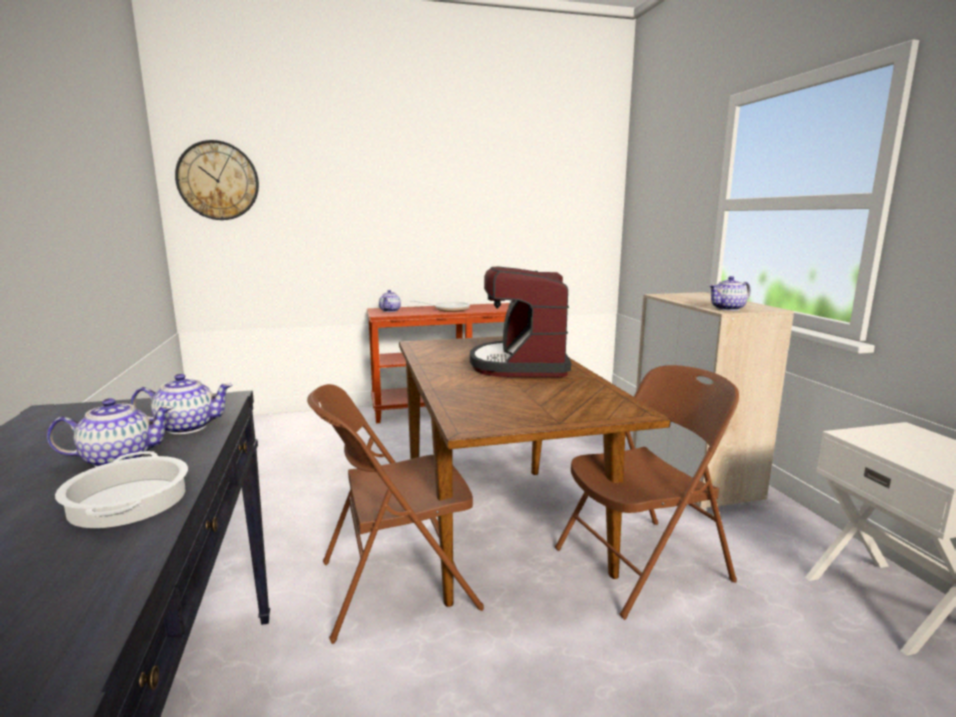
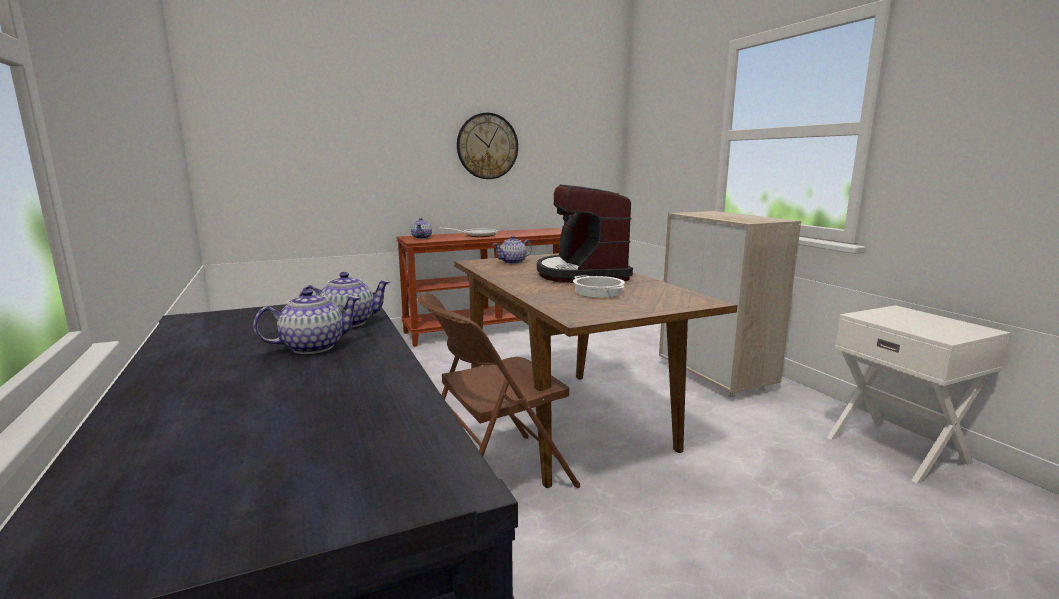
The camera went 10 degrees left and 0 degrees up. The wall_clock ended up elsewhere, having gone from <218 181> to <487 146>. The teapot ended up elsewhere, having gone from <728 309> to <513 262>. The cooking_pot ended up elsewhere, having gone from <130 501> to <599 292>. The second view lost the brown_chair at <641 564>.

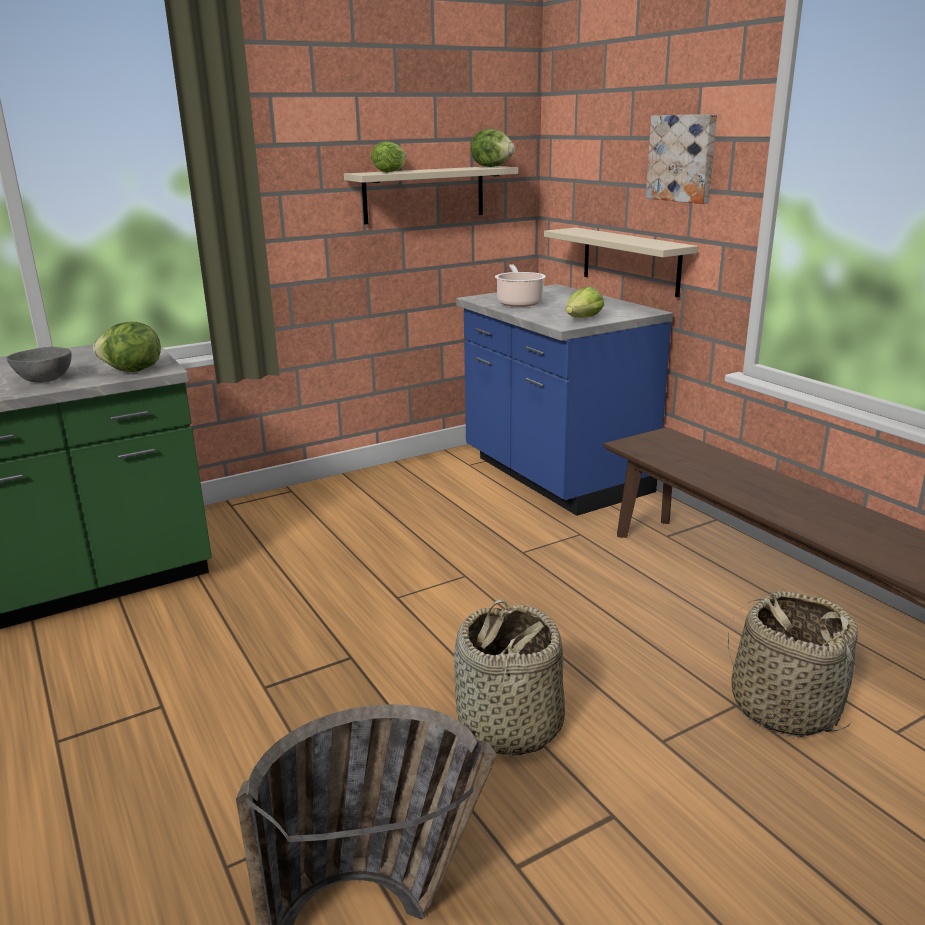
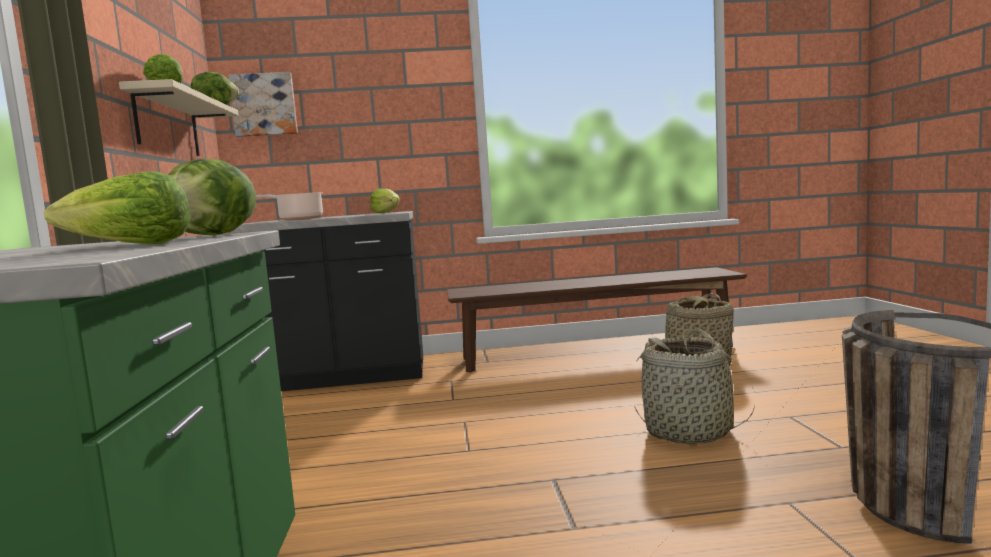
The camera went 65 degrees left and 15 degrees down. Where the grey_bowl stood at <43 380>, the lettuce came to stand at <128 246>. The picture ended up elsewhere, having gone from <683 158> to <264 105>. What was the blue_counter at <554 476> turned into the black_counter at <346 375>. The second view lost the beige_shelf at <630 261>.

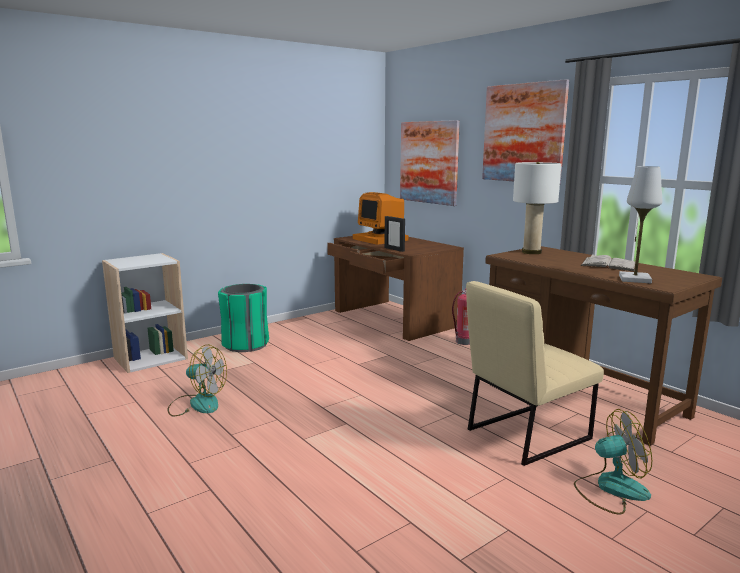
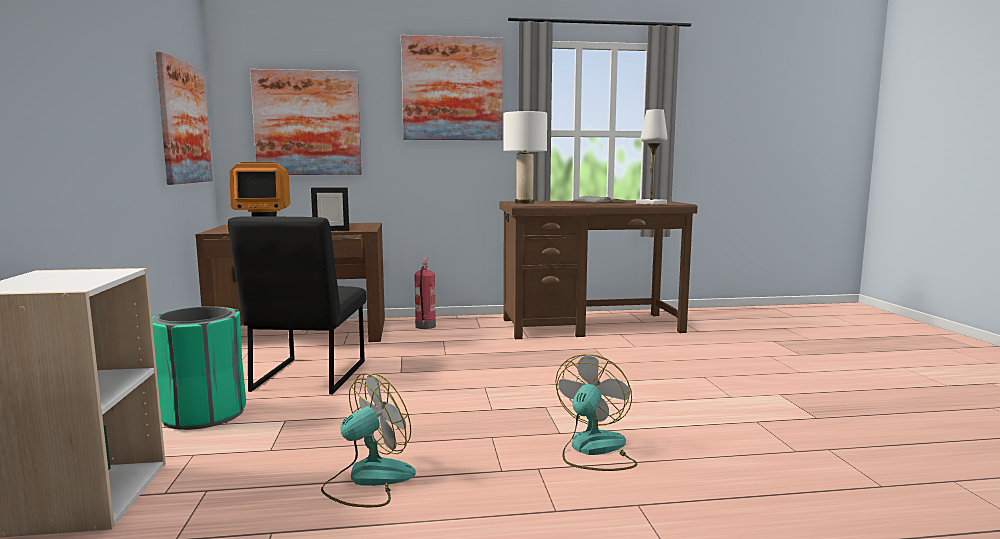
The camera went 60 degrees left and 5 degrees down. The second view gained the picture at <184 123>. The second view gained the black_chair at <307 376>. The fan ended up elsewhere, having gone from <611 489> to <593 450>. The second view lost the beige_chair at <525 434>.

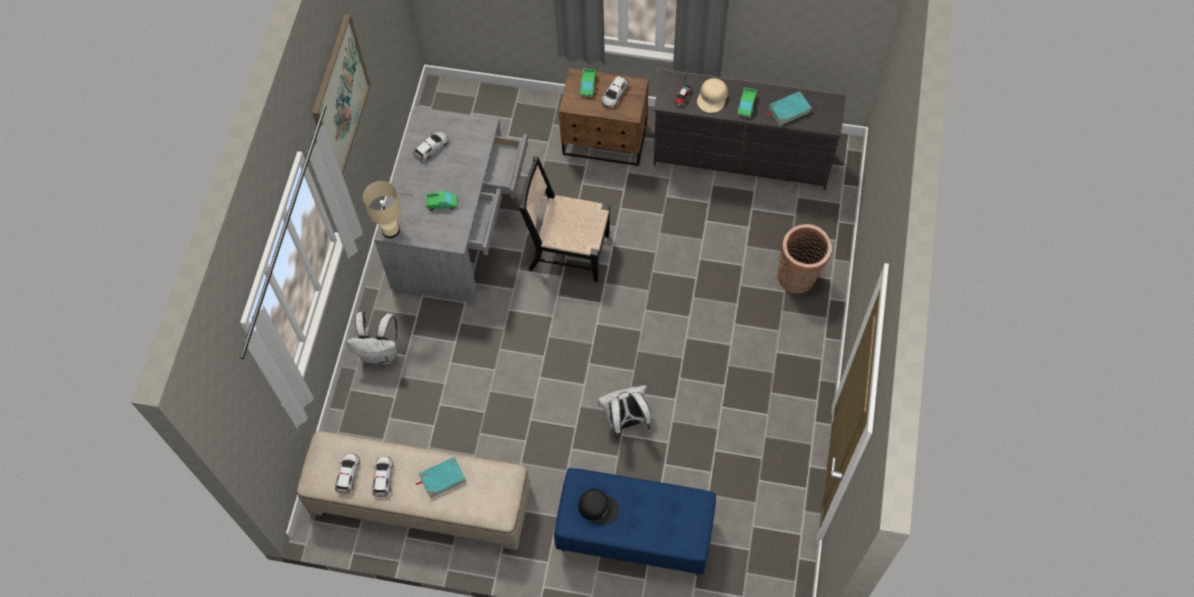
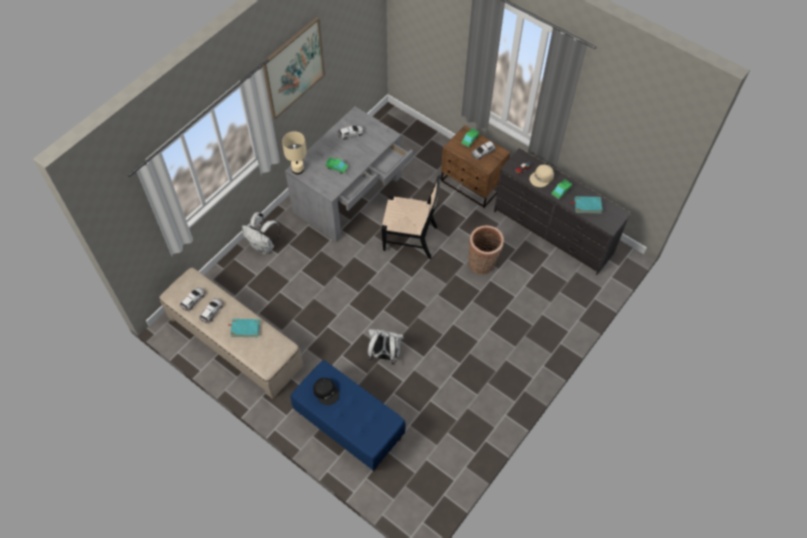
The camera went 25 degrees right and 5 degrees down. The chair at <568 252> ended up facing another way, 150 degrees clockwise from before. The basket ended up elsewhere, having gone from <799 277> to <482 265>.

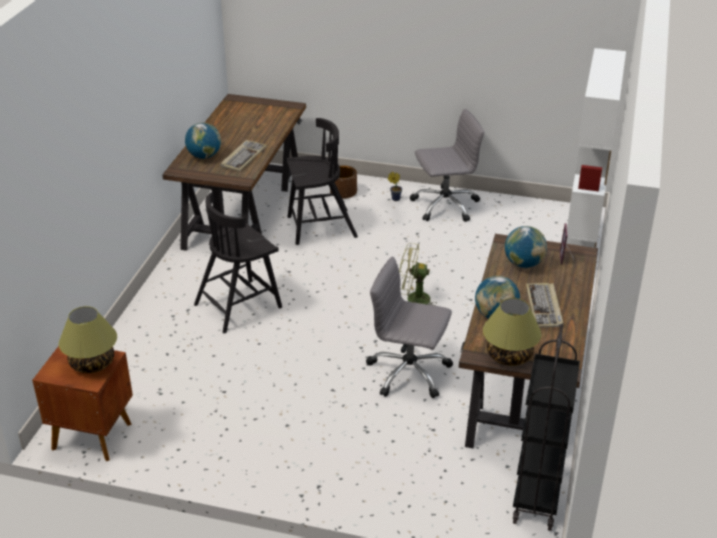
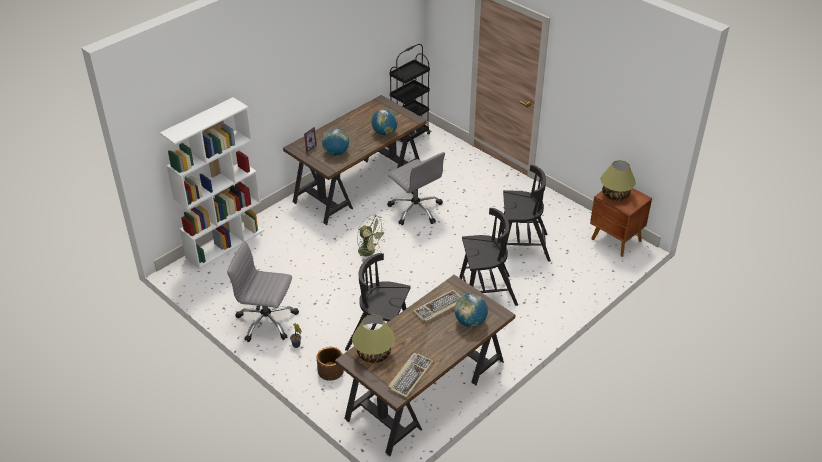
The camera went 150 degrees left and 5 degrees up. The table_lamp ended up elsewhere, having gone from <509 356> to <374 354>. The keyboard ended up elsewhere, having gone from <544 307> to <410 375>. The second view gained the black_chair at <522 246>.

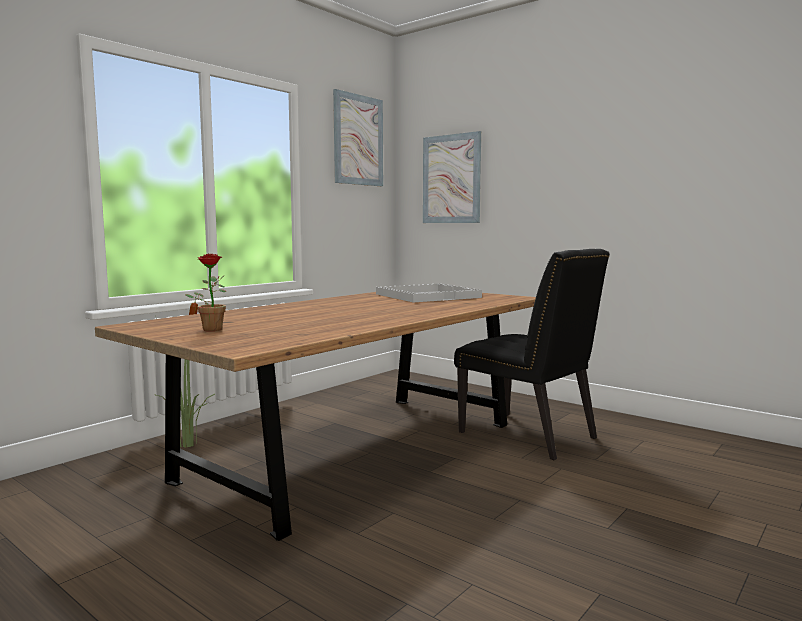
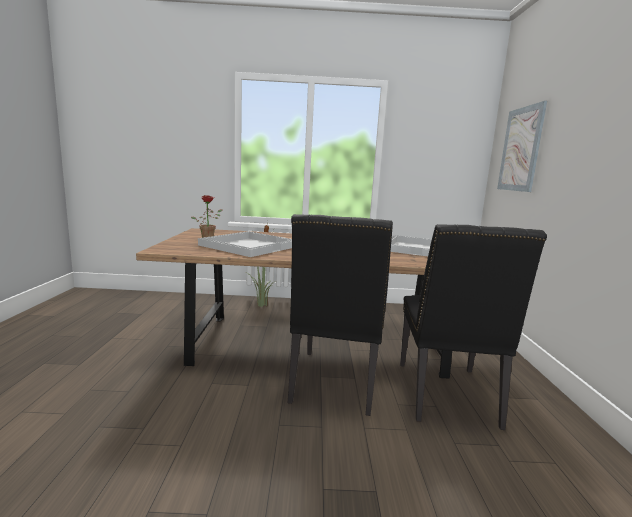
The camera went 50 degrees right and 5 degrees up. The second view gained the white_tray at <249 245>. The second view gained the black_chair at <334 380>. The second view lost the picture at <358 140>.

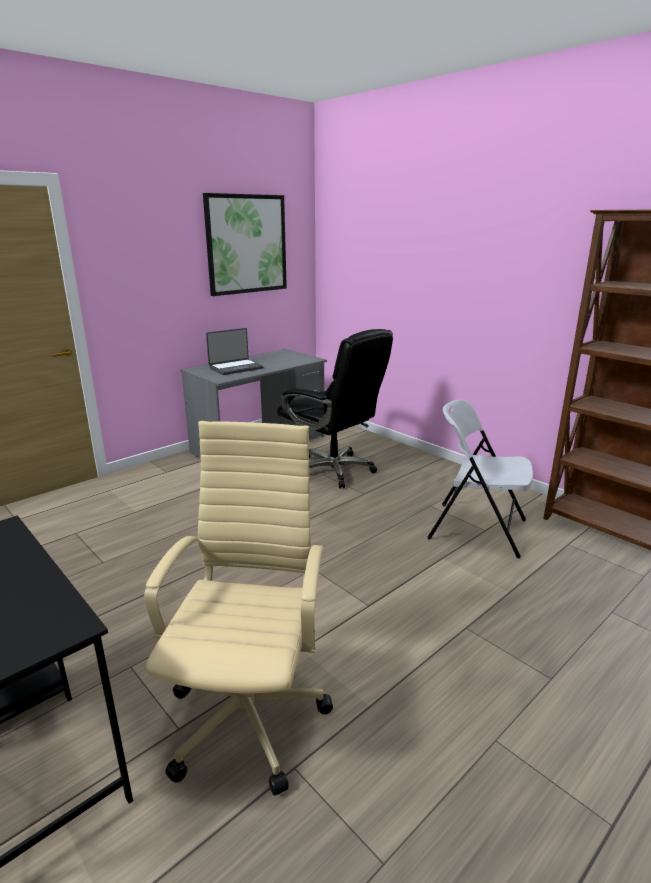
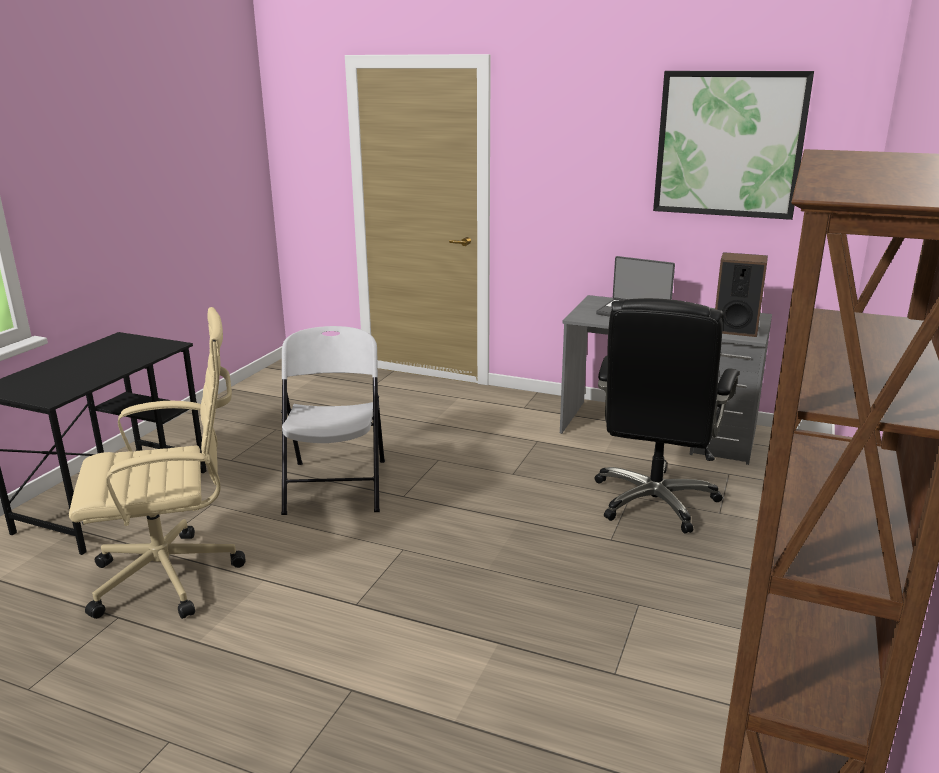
The camera went 65 degrees right and 0 degrees up. The white_chair ended up elsewhere, having gone from <477 529> to <336 486>. The second view gained the speaker at <735 329>.

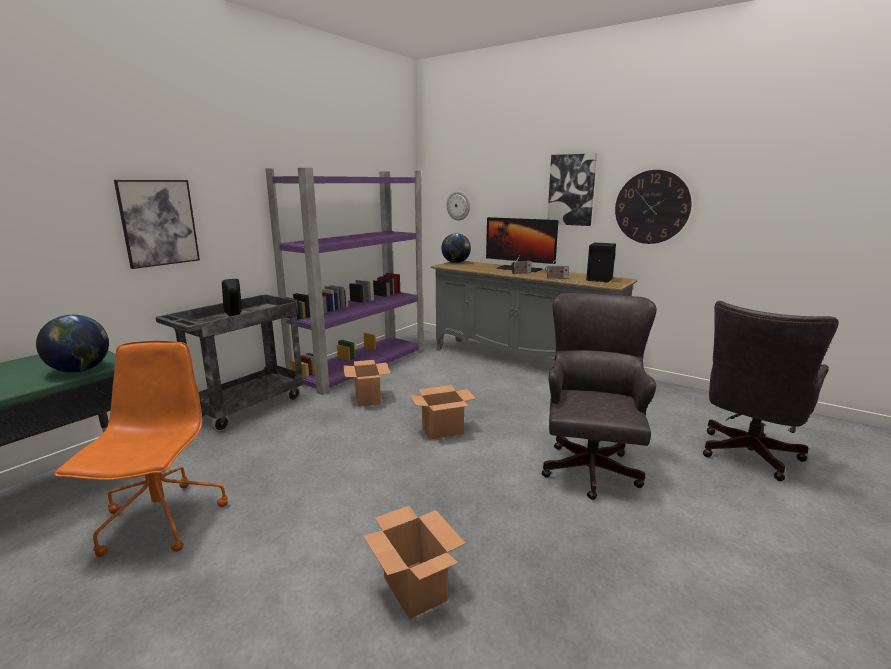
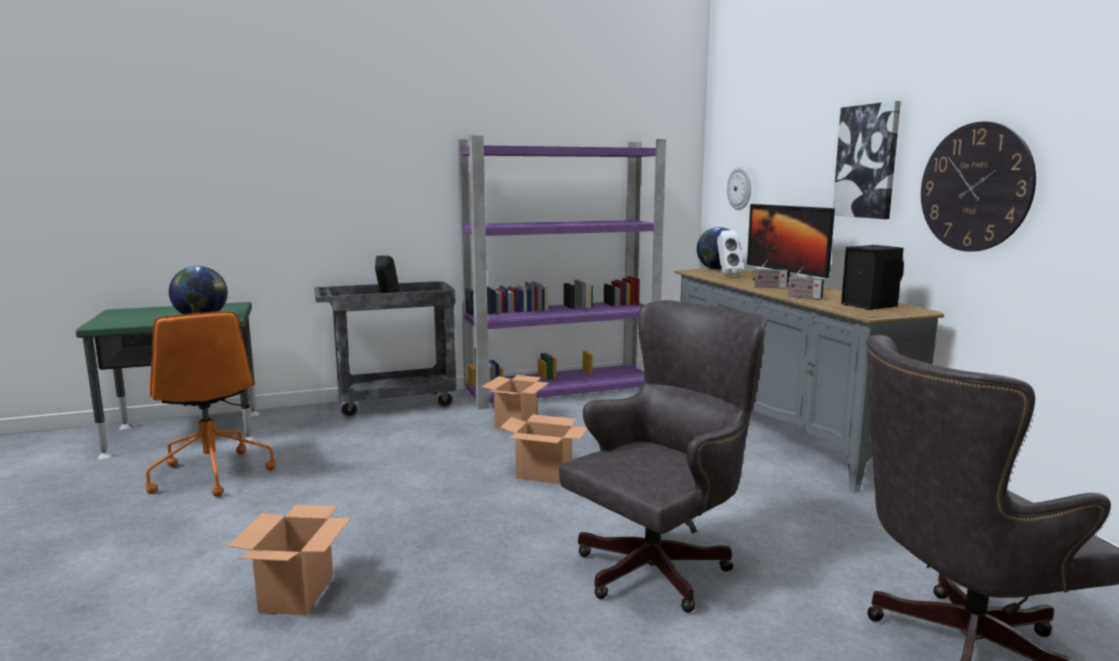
The camera went 35 degrees right and 5 degrees down. The orange_office_chair at <160 524> ended up facing another way, 120 degrees clockwise from before. The second view gained the white_speaker at <726 275>. The second view lost the picture at <159 223>.

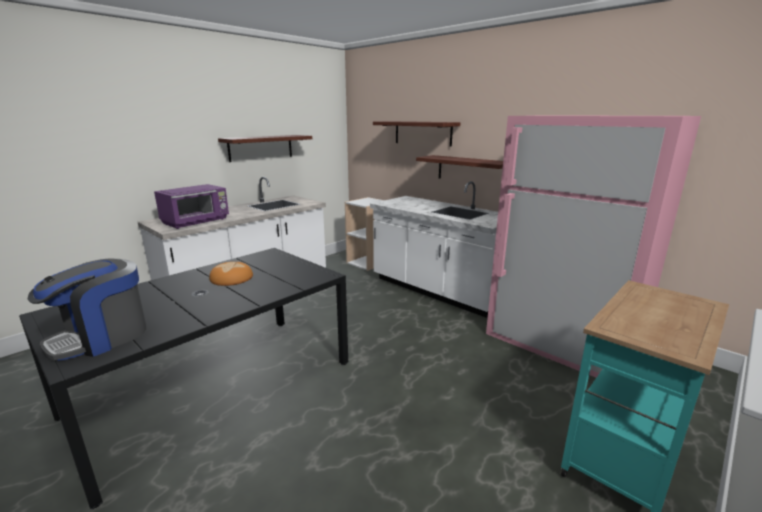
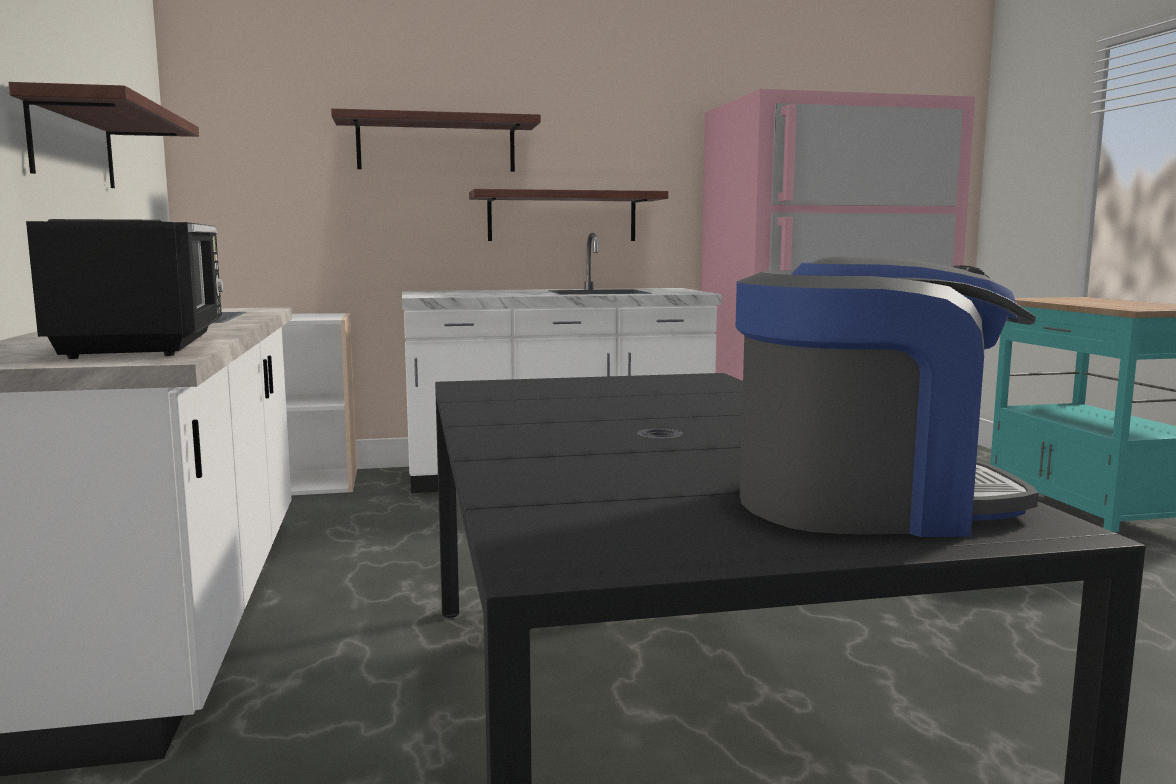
The camera went 55 degrees left and 10 degrees down. What was the purple_microwave at <196 222> turned into the black_microwave at <146 346>. The coffee_machine at <101 337> ended up facing another way, 75 degrees counterclockwise from before. The second view lost the bread at <232 278>.

